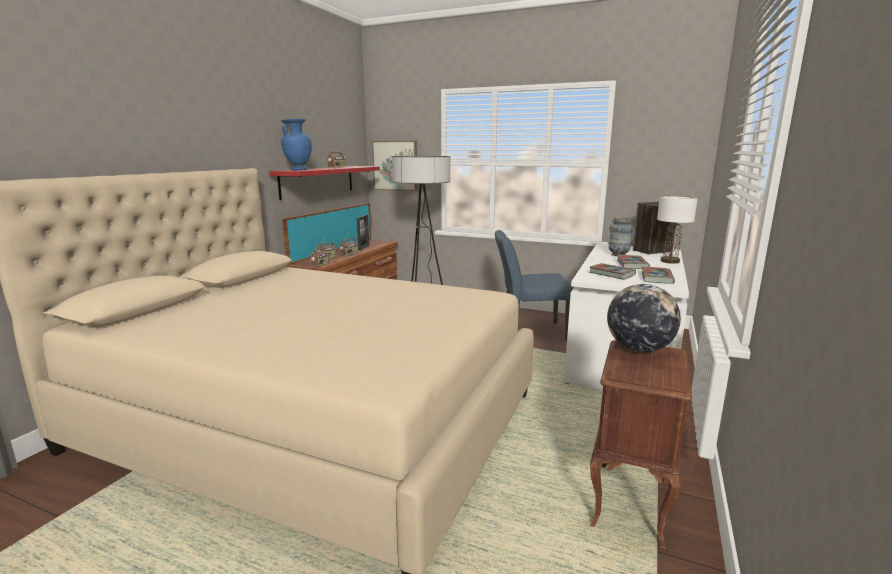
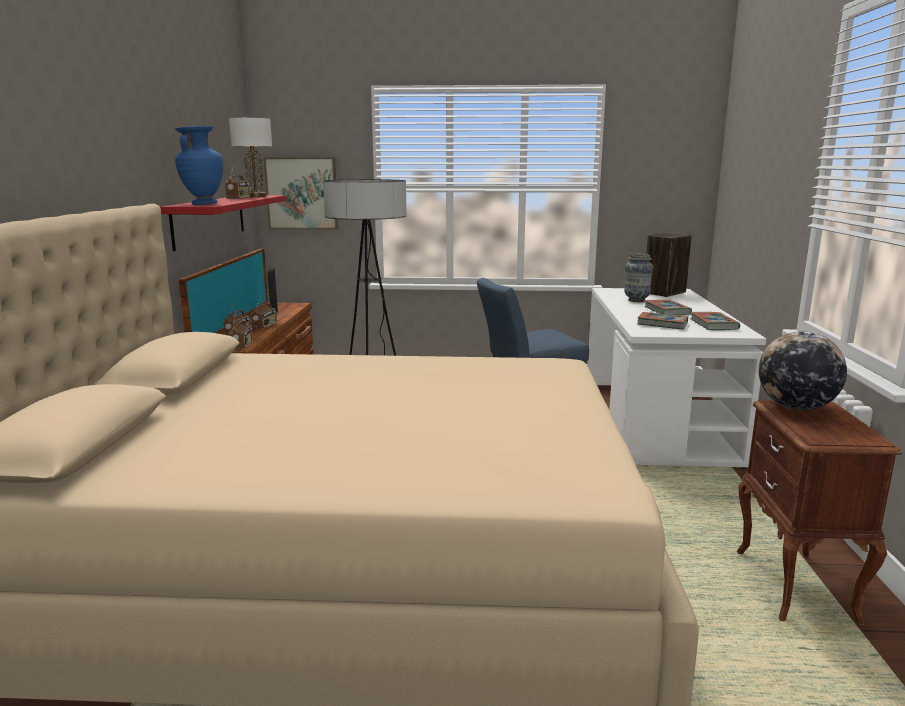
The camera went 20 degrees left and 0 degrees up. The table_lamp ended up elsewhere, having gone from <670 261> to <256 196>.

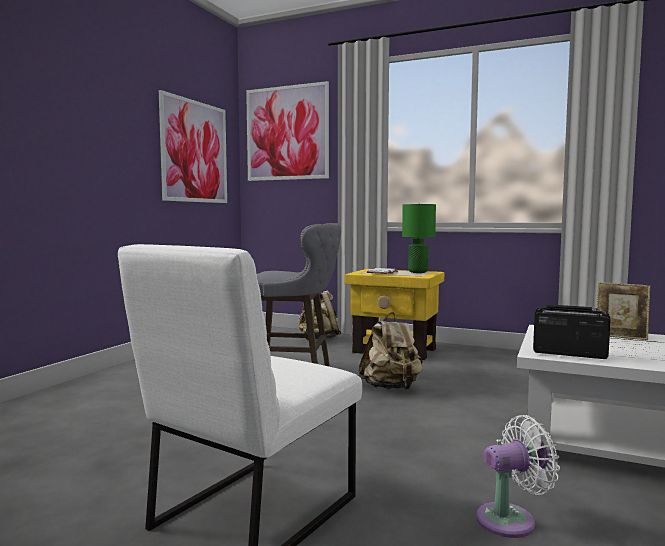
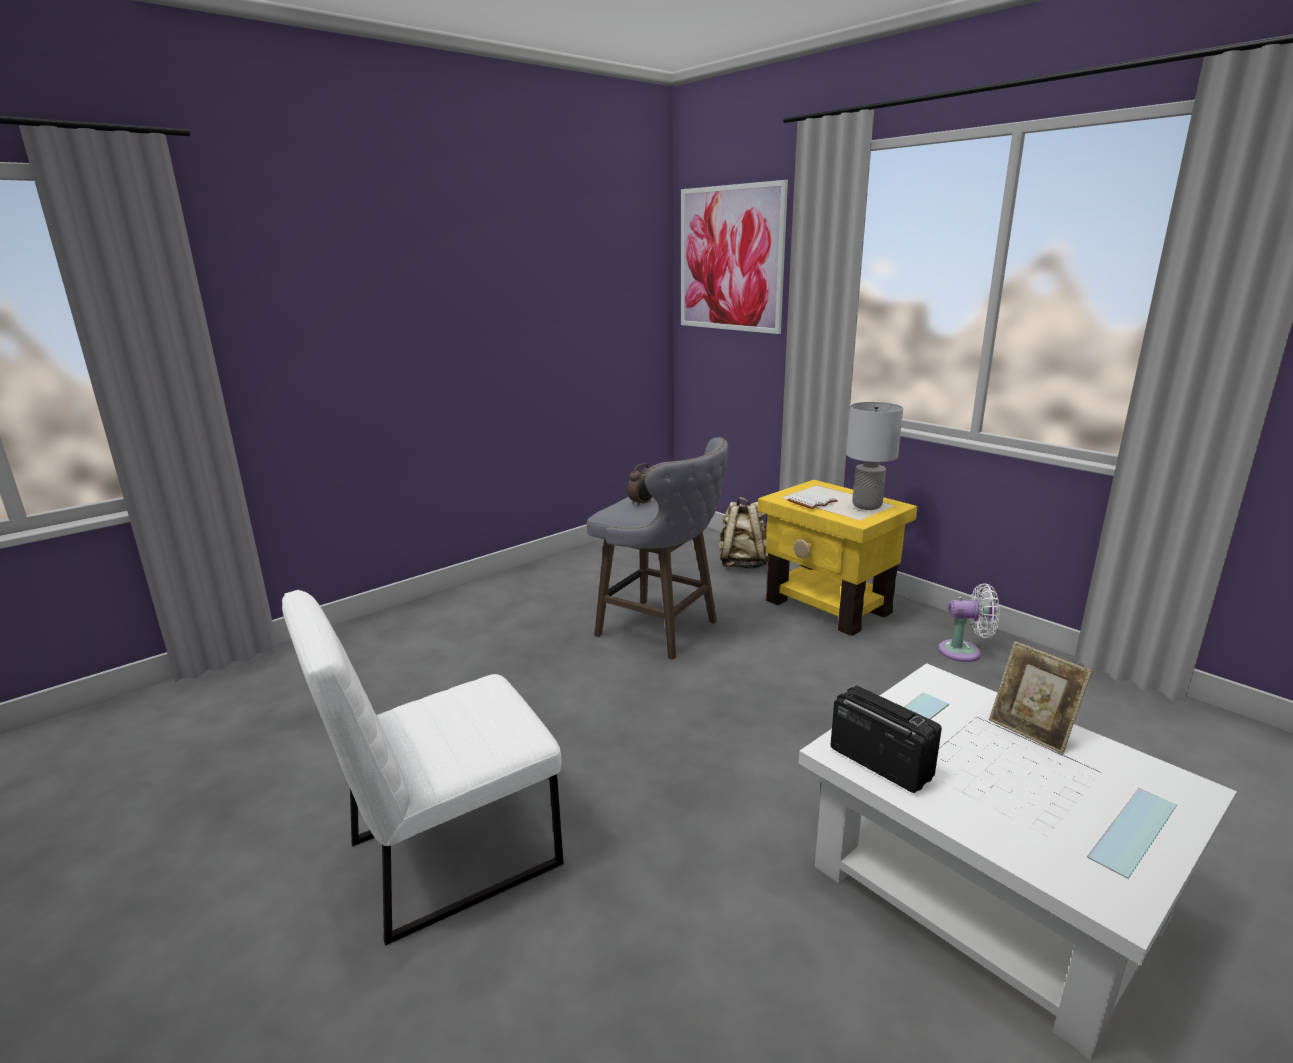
The camera went 25 degrees right and 15 degrees up. The second view gained the alarm_clock at <642 504>. What was the green_table_lamp at <417 272> turned into the grey_table_lamp at <866 507>. The white_fan ended up elsewhere, having gone from <511 520> to <964 652>. The second view lost the picture at <195 152>. The second view lost the beige_backpack at <391 388>.

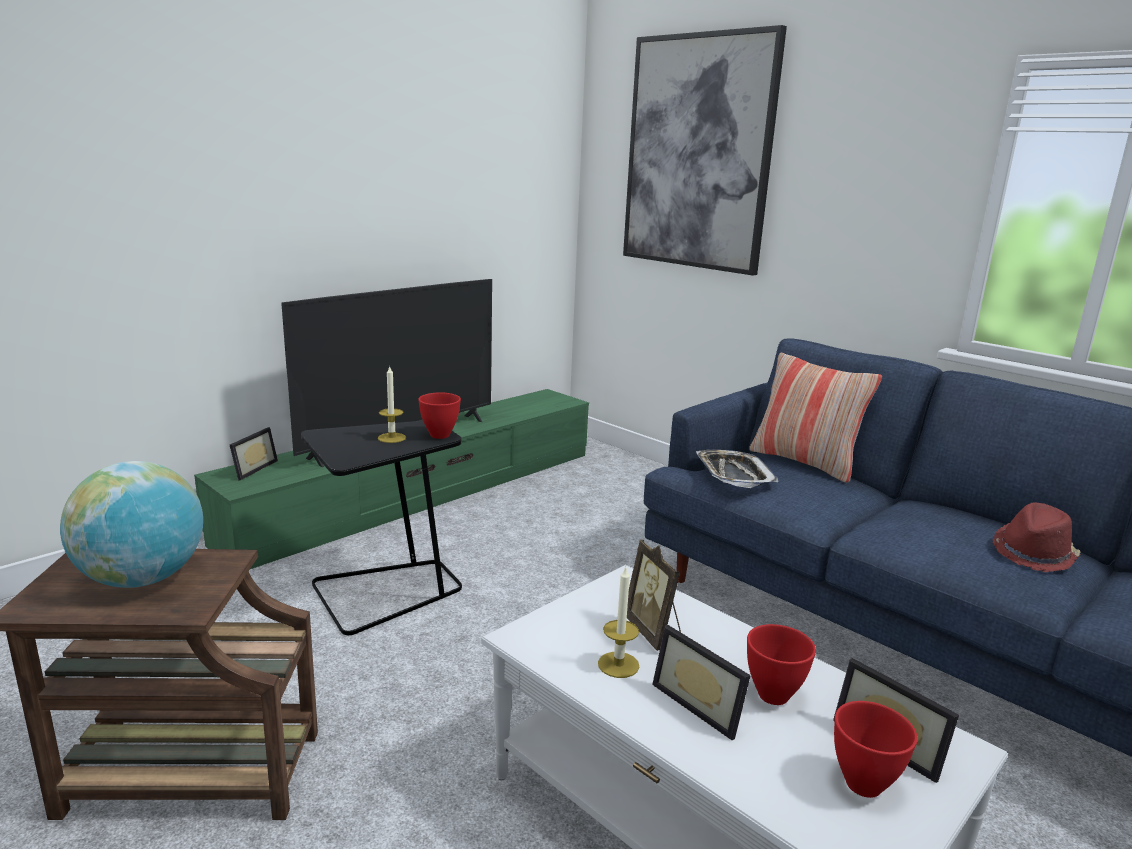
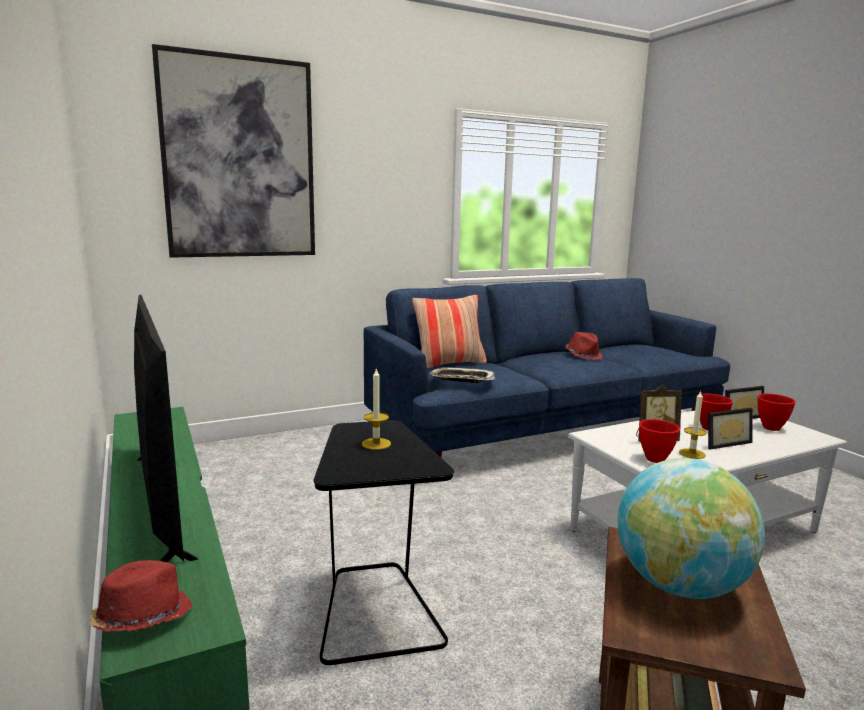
The camera went 70 degrees left and 5 degrees down. Where the picture_frame stood at <251 469>, the red_hat came to stand at <141 618>. The red_bowl ended up elsewhere, having gone from <439 435> to <654 459>.

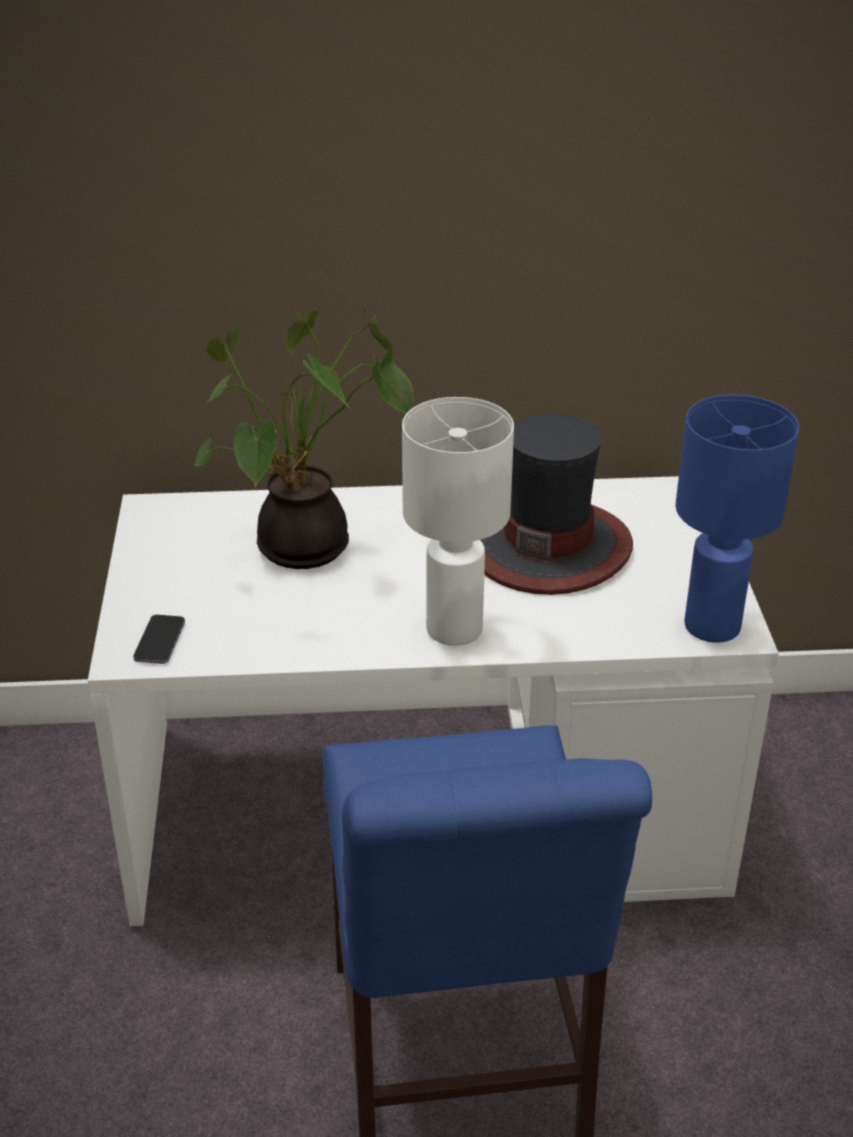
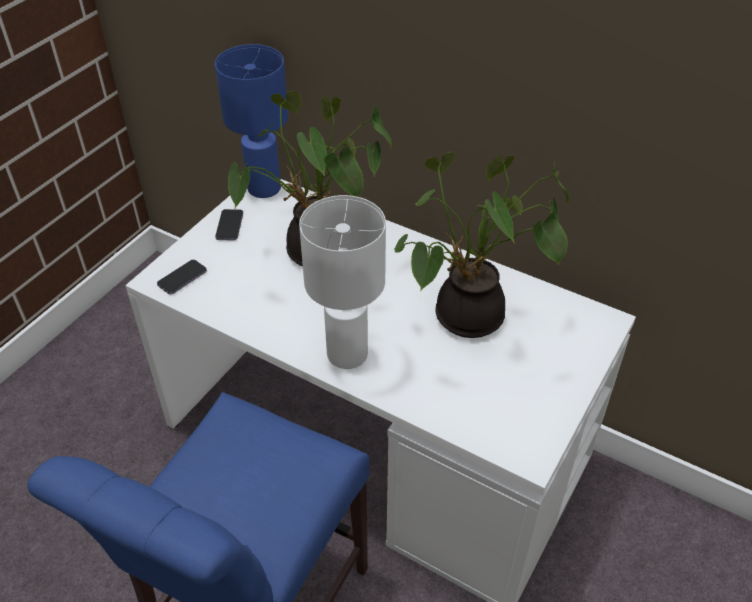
The camera went 35 degrees right and 10 degrees up. The blue_table_lamp ended up elsewhere, having gone from <710 626> to <263 188>. The second view gained the phone at <229 226>. Where the hat stood at <547 545>, the potted_plant came to stand at <467 321>.

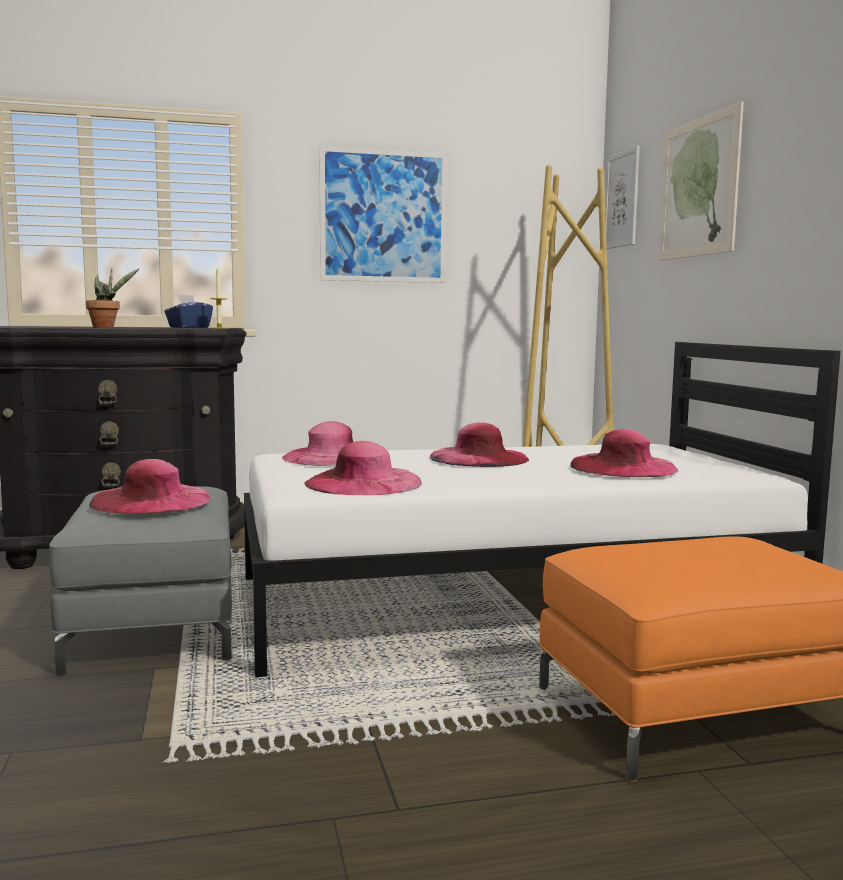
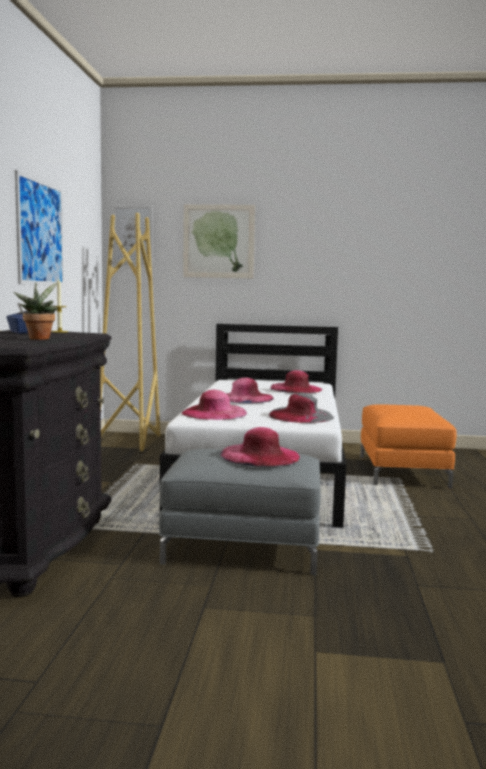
The camera went 70 degrees left and 0 degrees up. What was the pink_hat at <363 483> turned into the grey_hat at <301 416>.

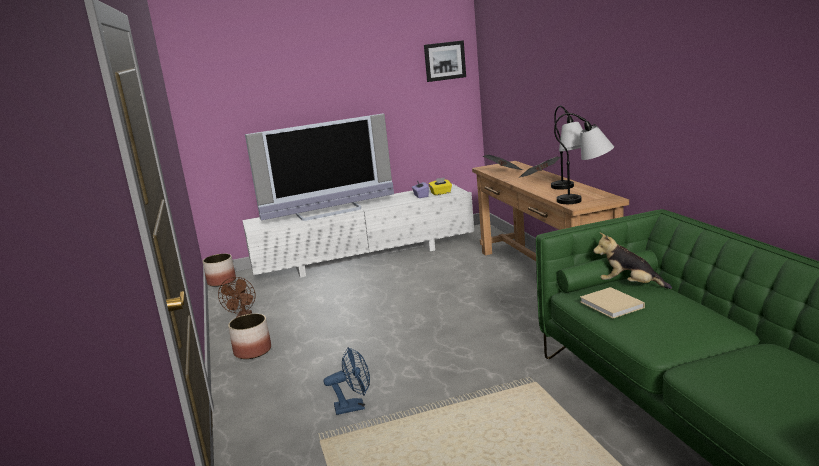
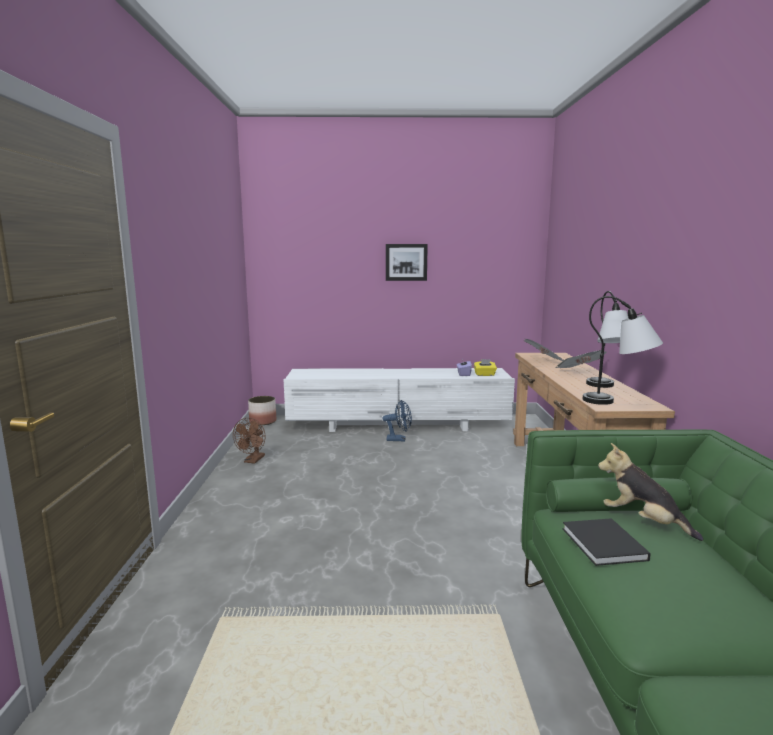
The camera went 15 degrees right and 5 degrees down. The blue_fan ended up elsewhere, having gone from <354 406> to <399 439>. The picture ended up elsewhere, having gone from <444 61> to <406 262>. What was the beige_book at <612 305> turned into the black_book at <604 545>. The second view lost the planter at <253 351>. The second view lost the television at <330 212>.

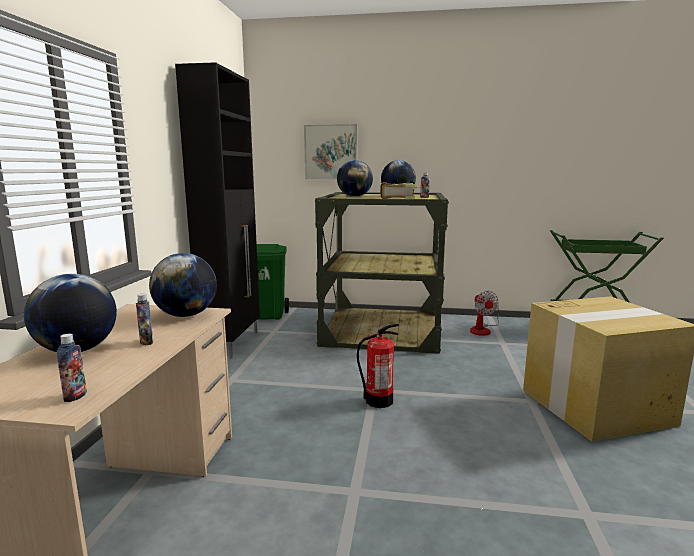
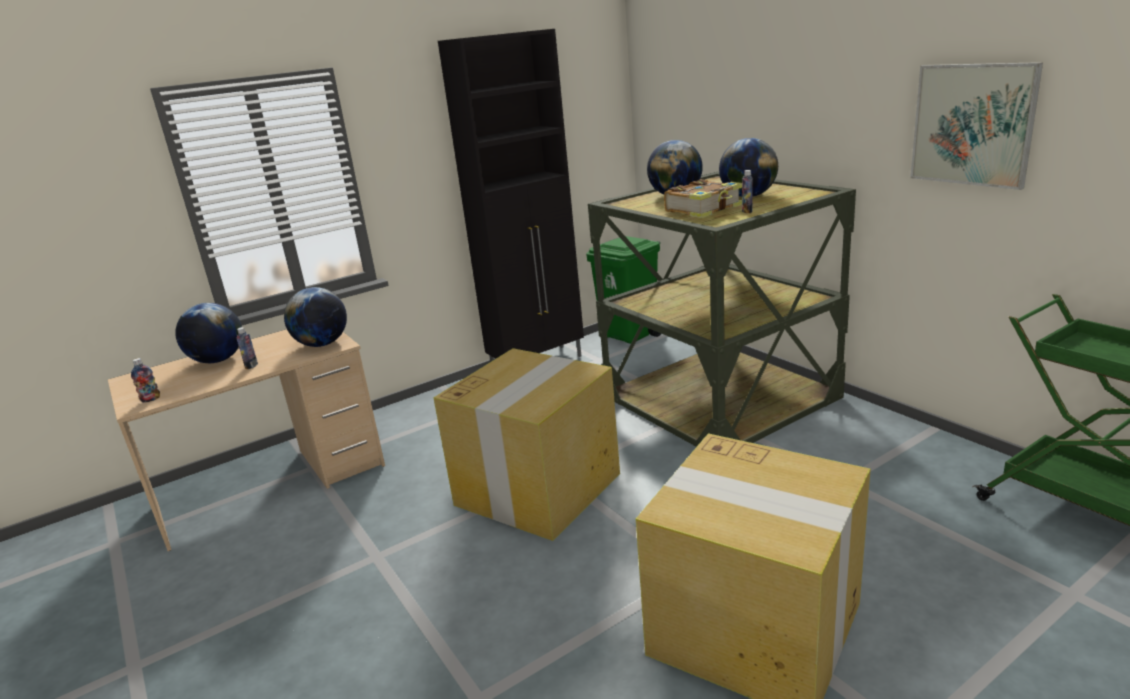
The camera went 50 degrees right and 10 degrees up. Where the fire_extinguisher stood at <378 401>, the cardboard_box came to stand at <539 488>. The picture ended up elsewhere, having gone from <330 152> to <972 124>. The second view lost the fan at <483 330>.

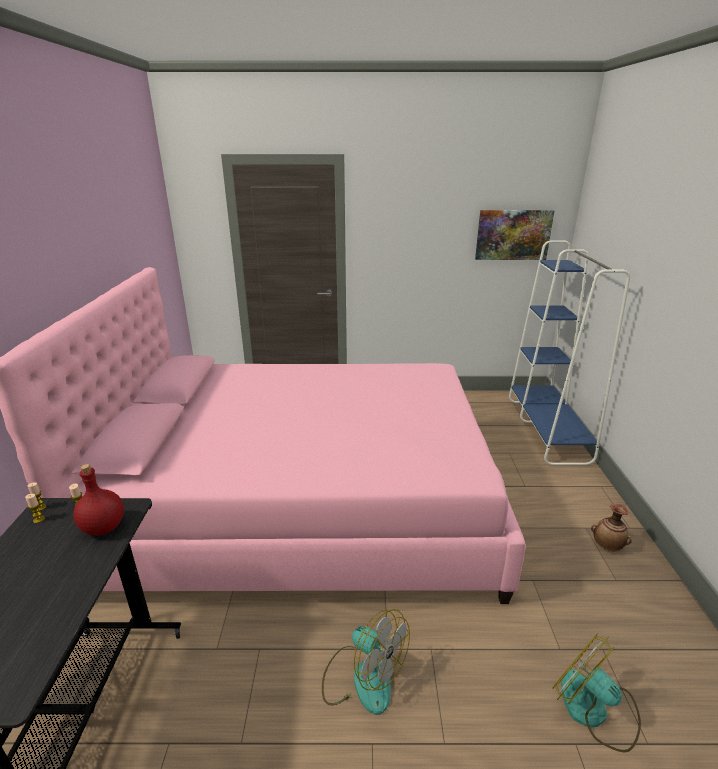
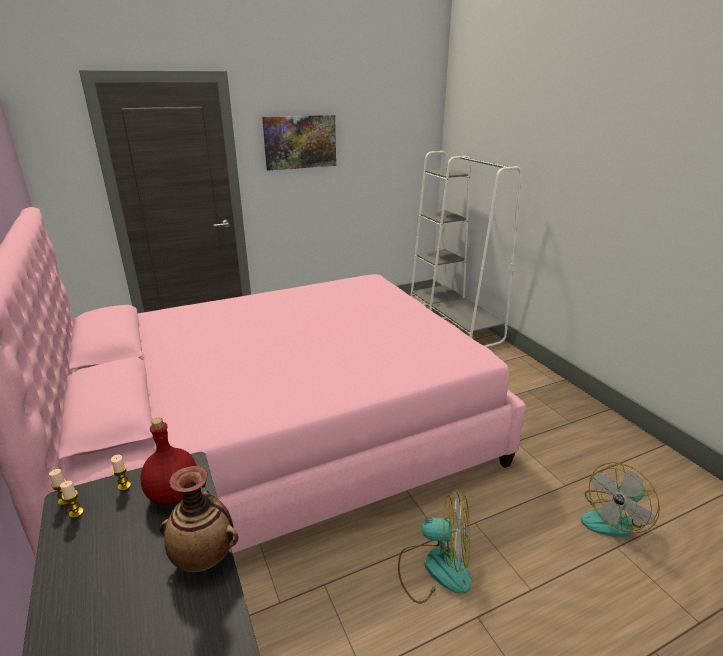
The camera went 25 degrees left and 0 degrees up. The vase ended up elsewhere, having gone from <607 546> to <204 557>. The picture ended up elsewhere, having gone from <513 235> to <300 142>. What was the blue_clothes_rack at <546 431> turned into the grey_clothes_rack at <454 324>. The fan at <594 710> ended up facing another way, 60 degrees counterclockwise from before.

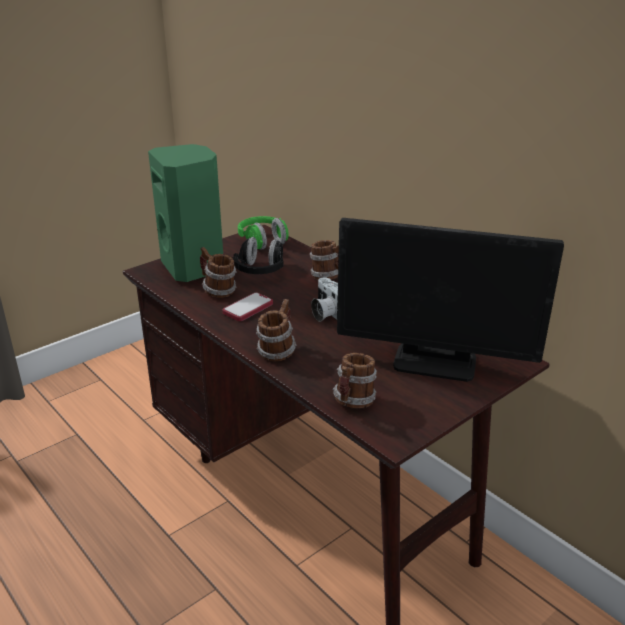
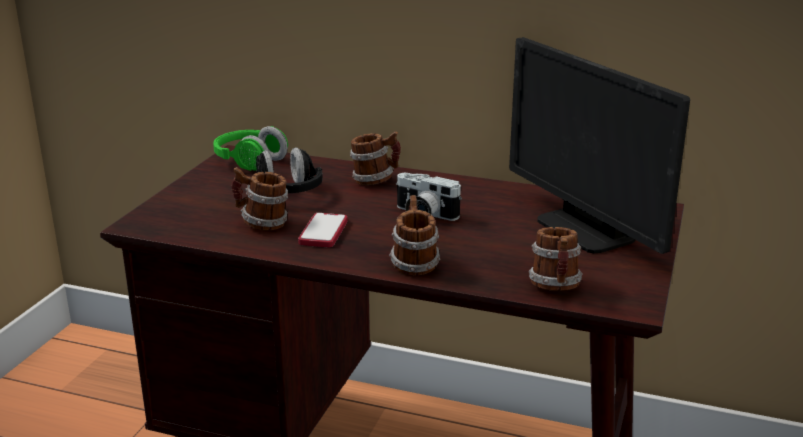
The camera went 30 degrees left and 5 degrees down. The monitor at <435 362> ended up facing another way, 75 degrees clockwise from before. The second view lost the green_speaker at <194 268>.

